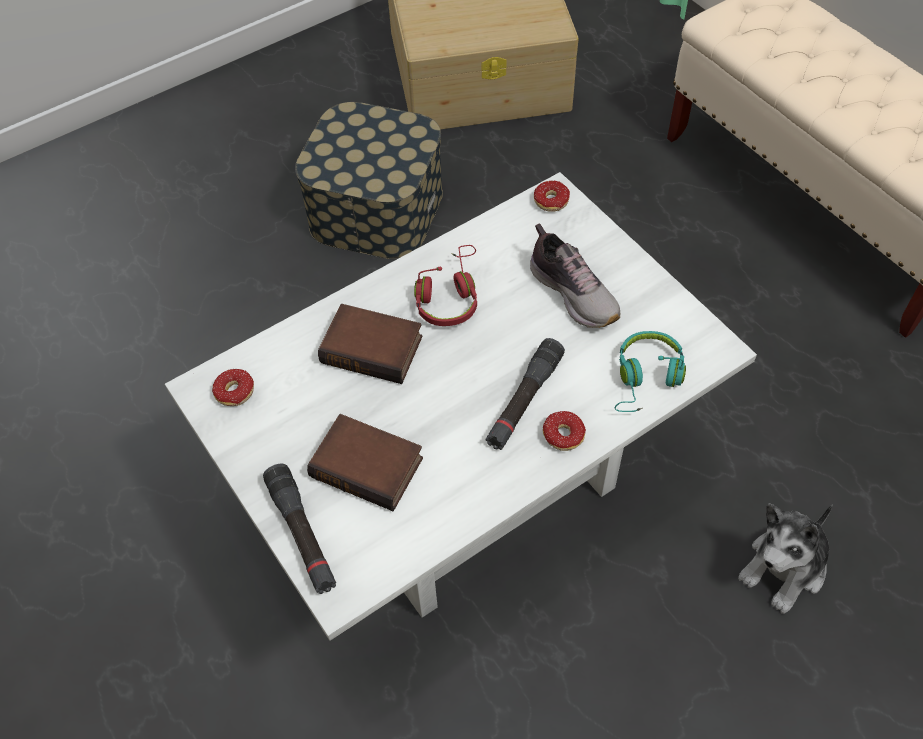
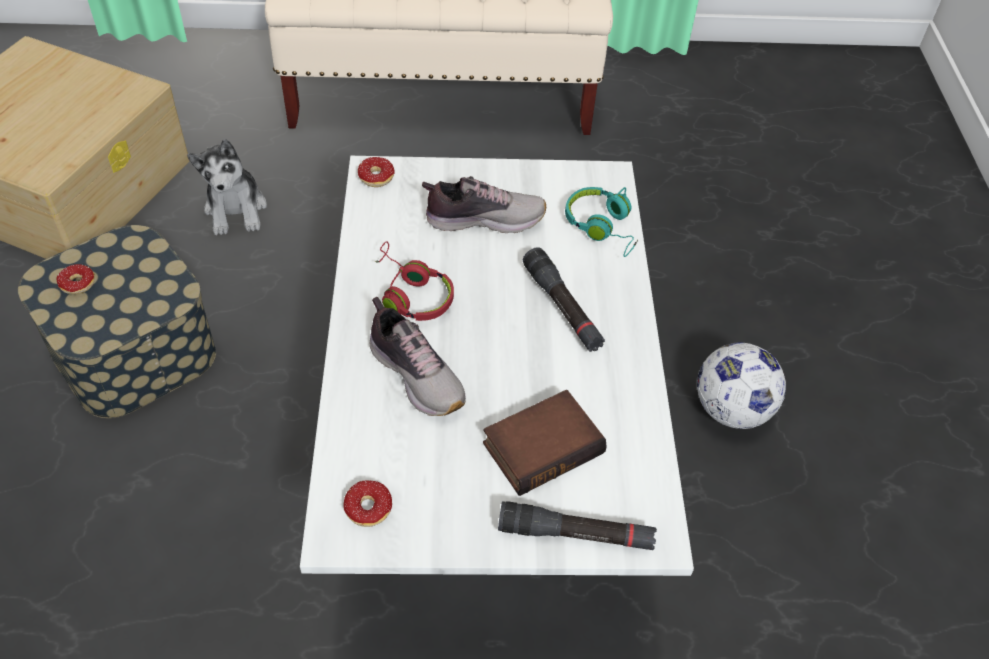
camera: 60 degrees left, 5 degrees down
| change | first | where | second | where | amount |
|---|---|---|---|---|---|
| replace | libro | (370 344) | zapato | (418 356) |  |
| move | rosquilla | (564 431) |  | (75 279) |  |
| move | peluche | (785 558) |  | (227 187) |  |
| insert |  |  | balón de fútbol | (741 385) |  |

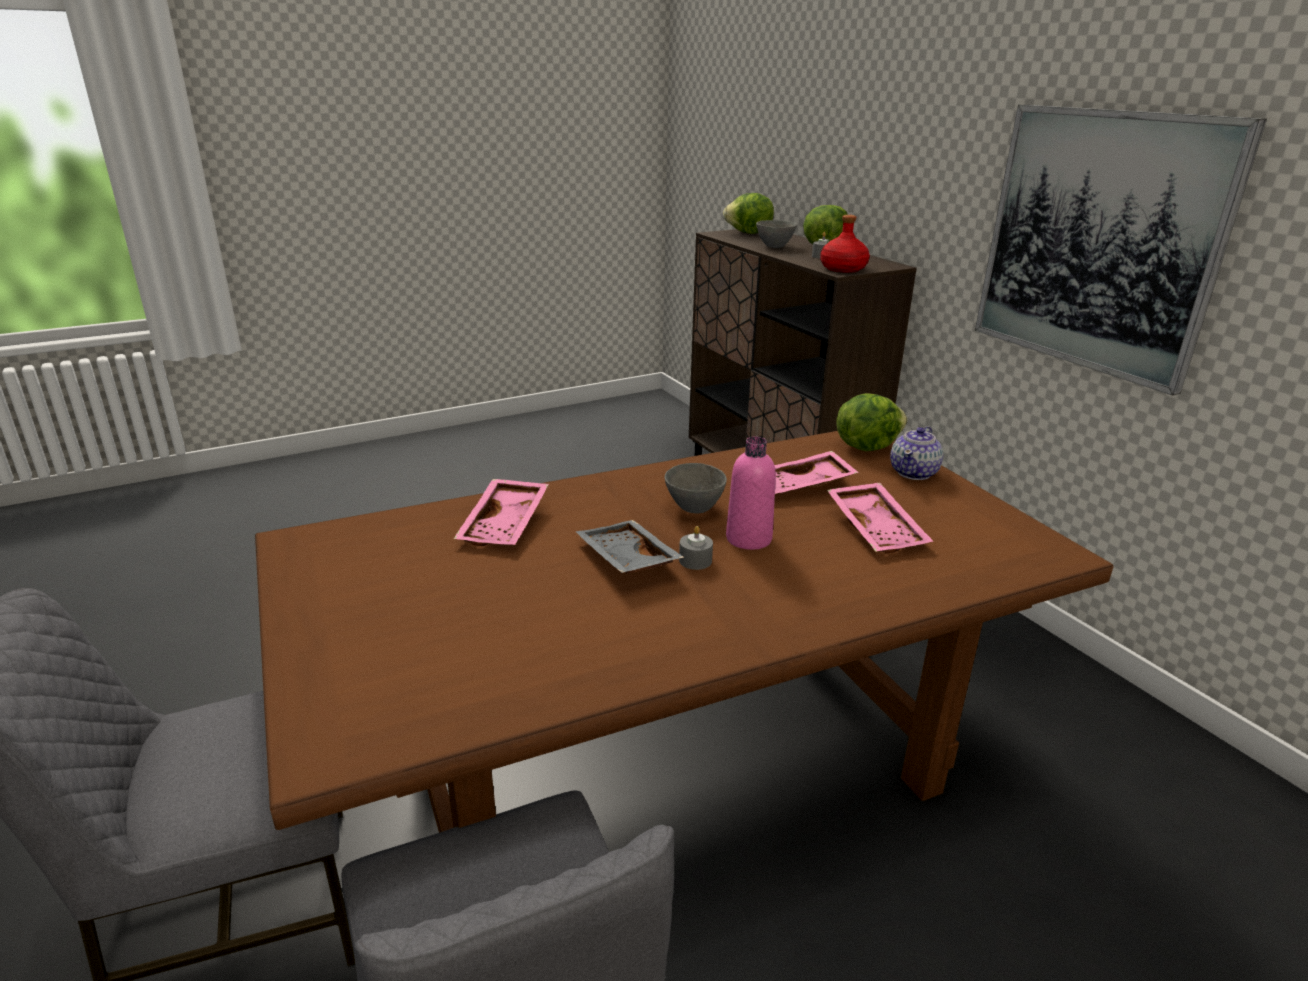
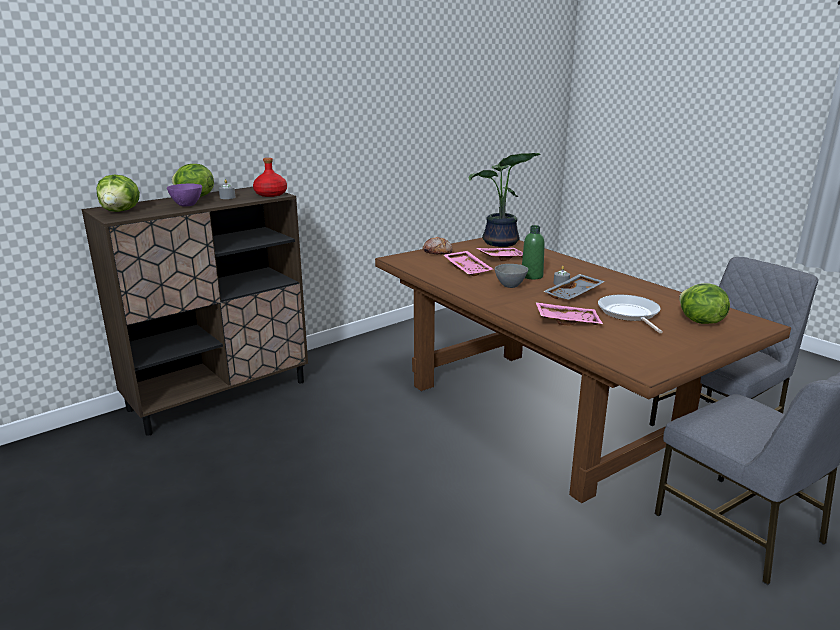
camera: 100 degrees left, 5 degrees down
| change | first | where | second | where | amount |
|---|---|---|---|---|---|
| recolor | botella/rosa | (751 493) | botella/verde | (533 252) |  |
| recolor | cuenco/gris | (776 234) | cuenco/morado | (184 195) |  |
| move | lechuga | (872 422) |  | (704 303) |  |
| replace | tetera | (917 453) | pan | (437 245) |  |
| delete | cuadro | (1121 250) |  |  |  |
| insert |  |  | planta en maceta | (504 200) |  |
| insert |  |  | sartén | (630 314) |  |

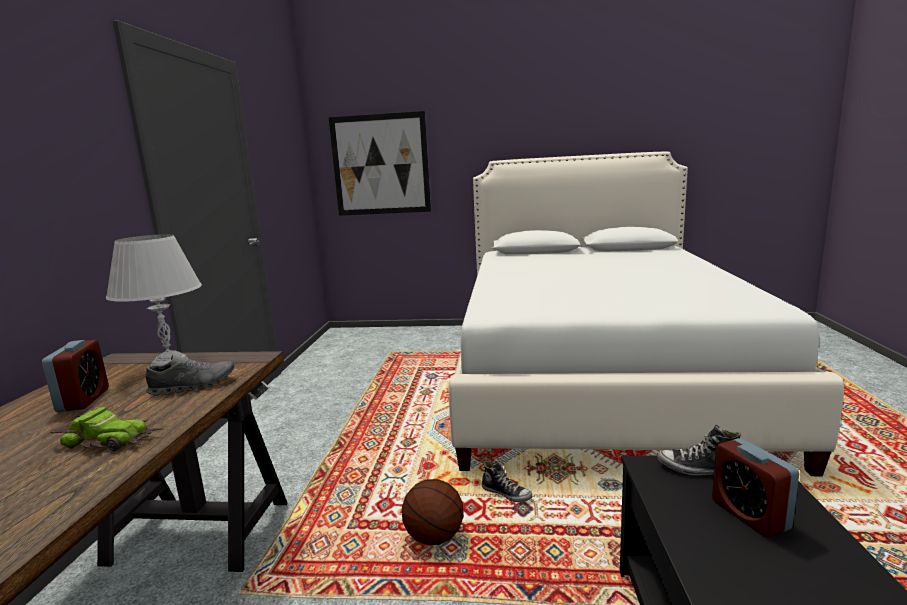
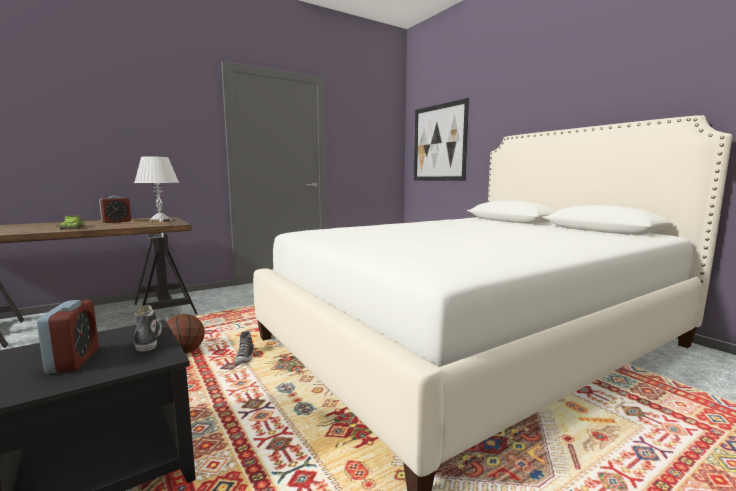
camera: 50 degrees right, 5 degrees down
| change | first | where | second | where | amount |
|---|---|---|---|---|---|
| delete | zapato/gris | (190 375) |  |  |  |
| rotate | despertador | (755 488) |  | (68 337) | 135 degrees clockwise |

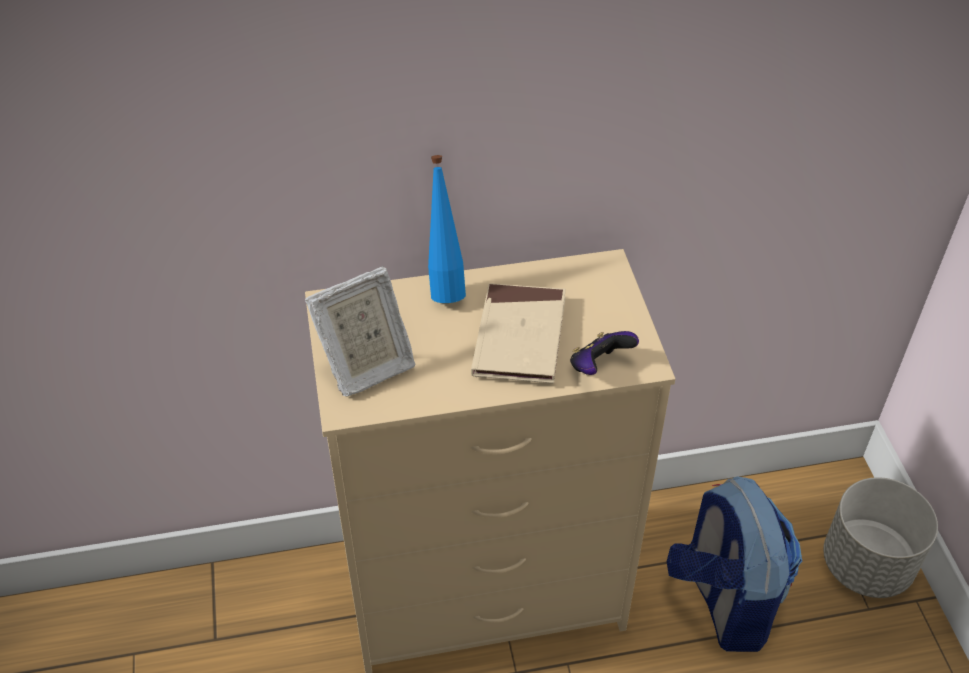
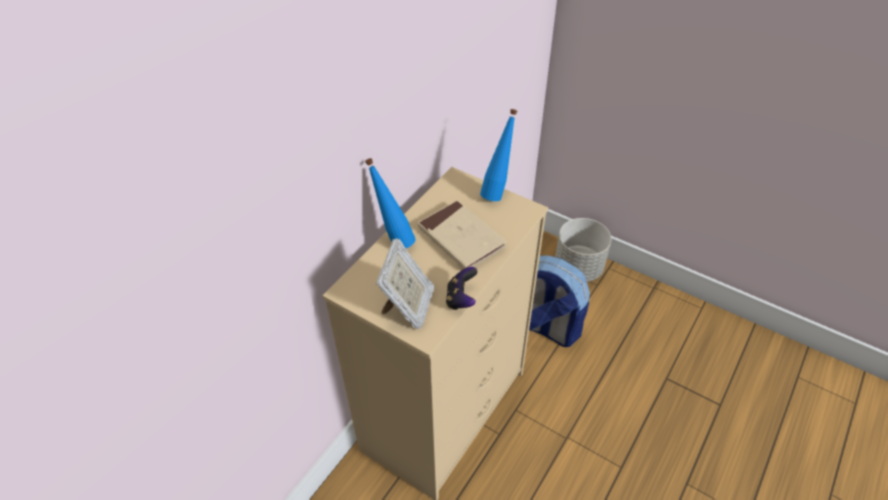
camera: 45 degrees left, 0 degrees up
| change | first | where | second | where | amount |
|---|---|---|---|---|---|
| move | mando de consola | (604 353) |  | (462 288) |  |
| insert |  |  | botella/azul | (498 155) |  |

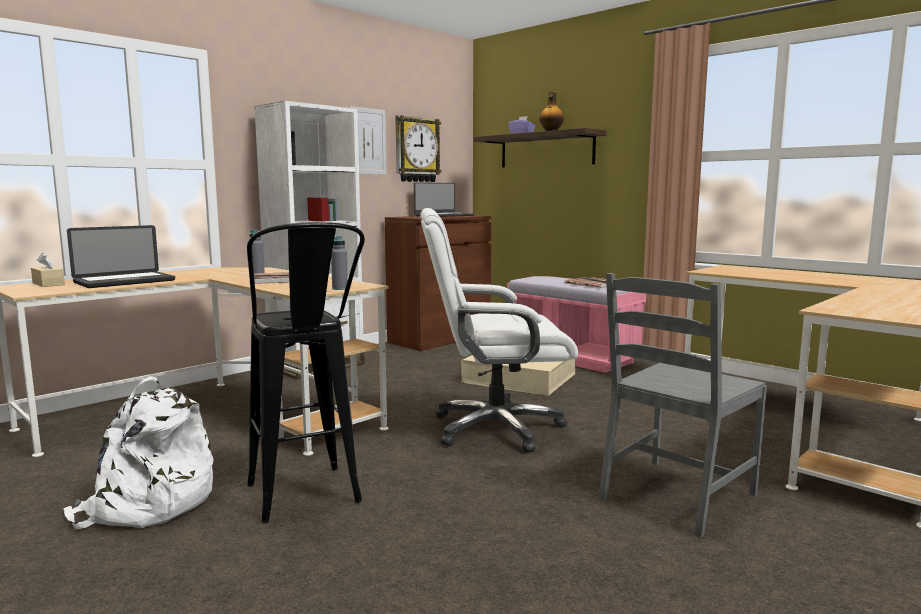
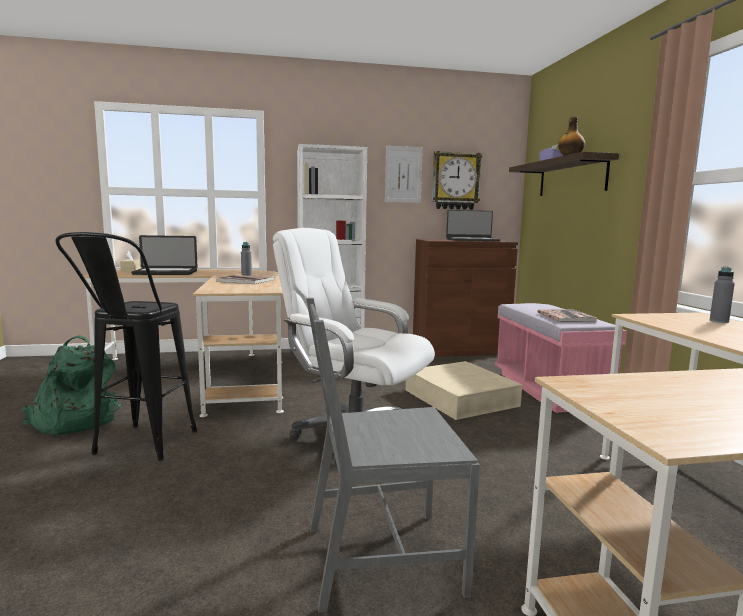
camera: 35 degrees right, 0 degrees up
| change | first | where | second | where | amount |
|---|---|---|---|---|---|
| recolor | mochila/blanco | (138 452) | mochila/verde | (71 385) |  |
| move | botella/gris | (339 263) |  | (722 294) |  |

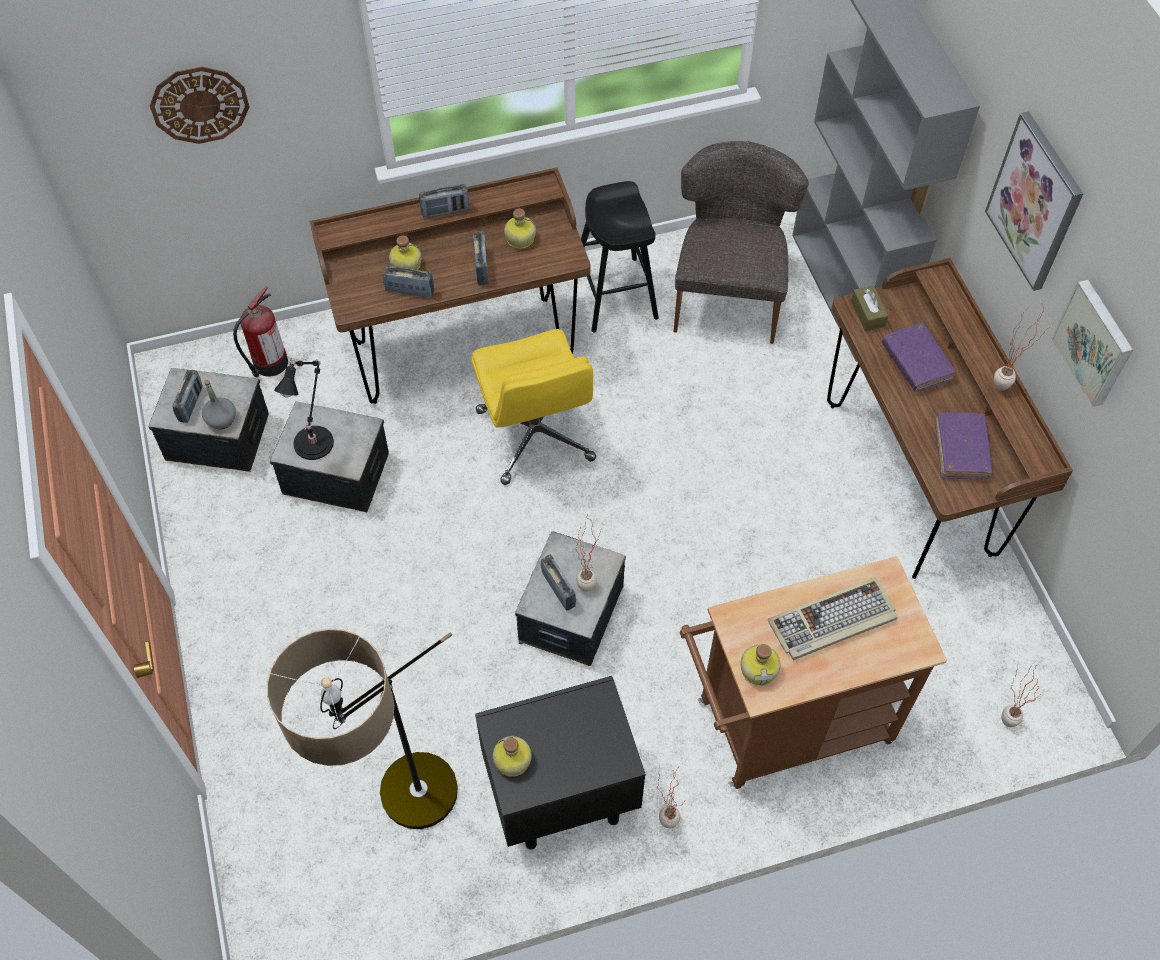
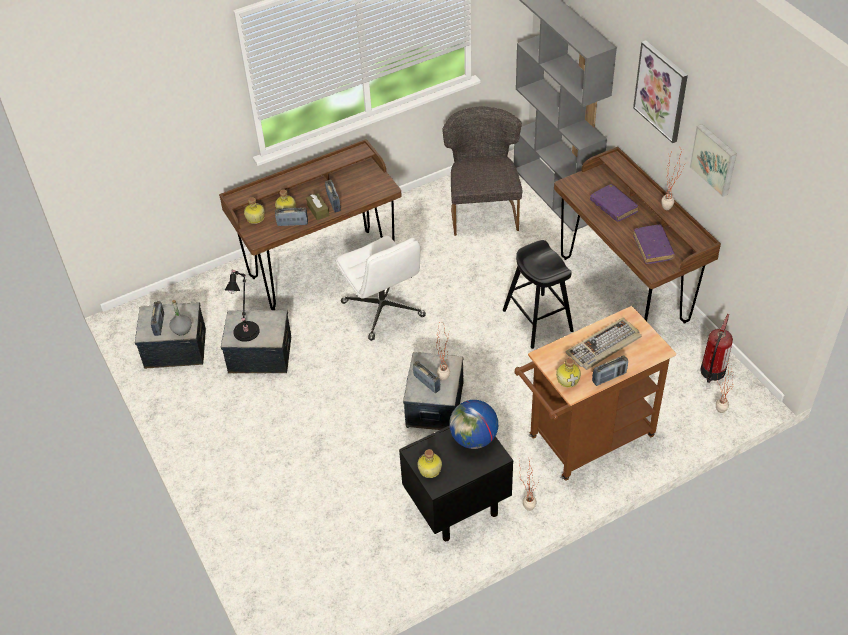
camera: 10 degrees left, 10 degrees down
| change | first | where | second | where | amount |
|---|---|---|---|---|---|
| delete | reloj de pared | (200 105) |  |  |  |
| move | extintor | (260 331) |  | (716 348) |  |
| delete | lámpara de pie | (362 729) |  |  |  |
| move | radio | (444 201) |  | (610 370) |  |
| recolor | silla de oficina/amarillo | (533 407) | silla de oficina/blanco | (381 288) |  |
| move | botella | (520 229) |  | (254 210) |  |
| move | taburete/negro | (620 257) |  | (538 294) |  |
| move | caja de pañuelos/marrón | (870 308) |  | (317 207) |  |
| insert |  |  | globo terráqueo | (473 424) |  |

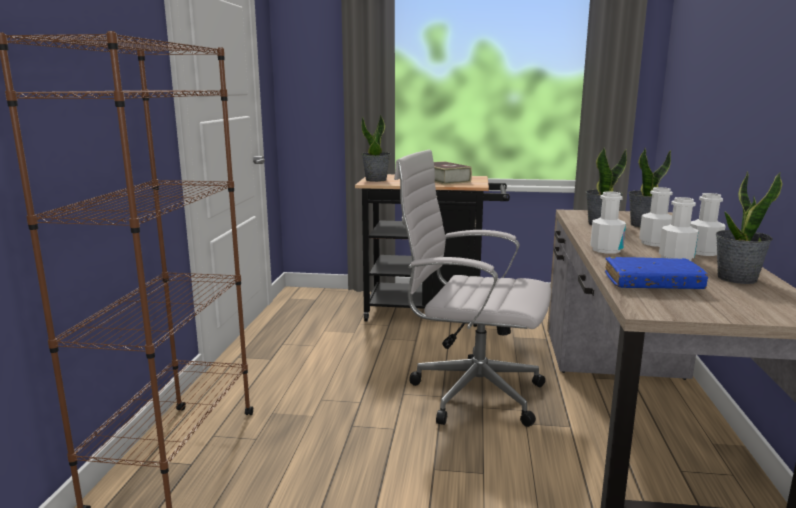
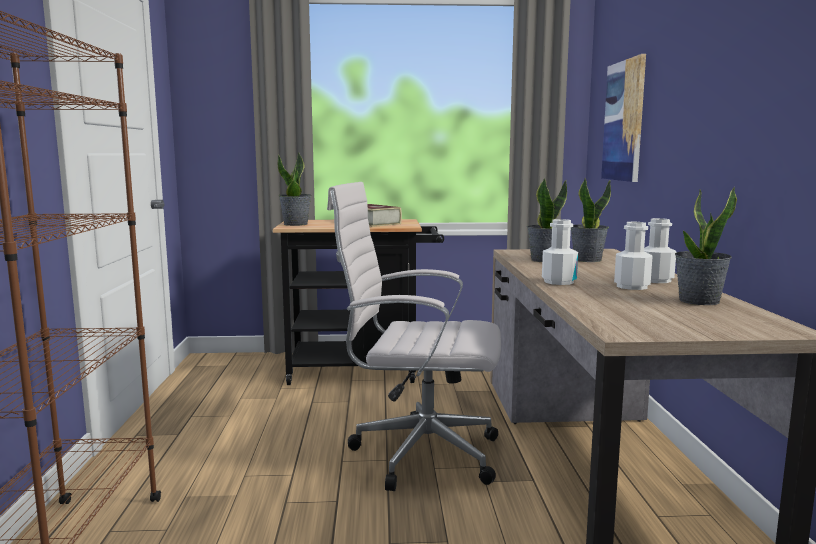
camera: 10 degrees left, 5 degrees down
| change | first | where | second | where | amount |
|---|---|---|---|---|---|
| delete | libro/azul | (657 273) |  |  |  |
| delete | botella/blanco | (656 217) |  |  |  |
| insert |  |  | cuadro | (623 118) |  |

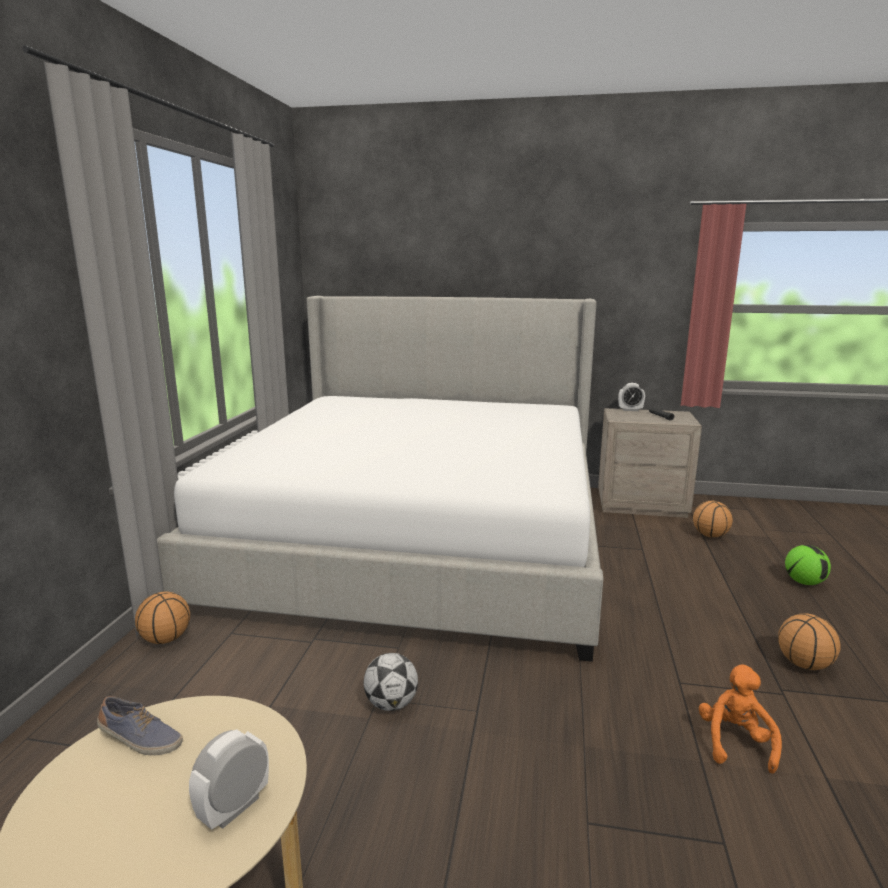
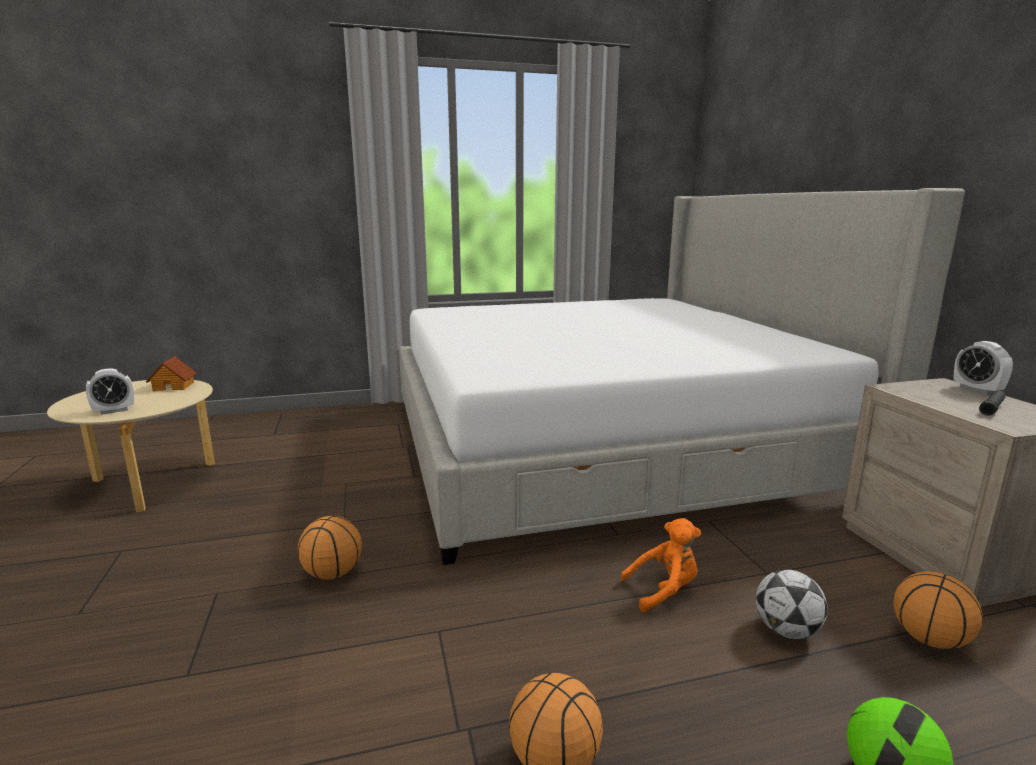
camera: 65 degrees right, 0 degrees up
| change | first | where | second | where | amount |
|---|---|---|---|---|---|
| replace | zapato | (140 725) | casita | (171 373) |  |
| move | balón de baloncesto | (162 617) |  | (330 548) |  |
| rotate | despertador | (229 779) |  | (110 391) | 135 degrees clockwise |
| move | balón de fútbol | (391 682) |  | (792 604) |  |
| move | peluche/naranja | (740 719) |  | (660 565) |  |

